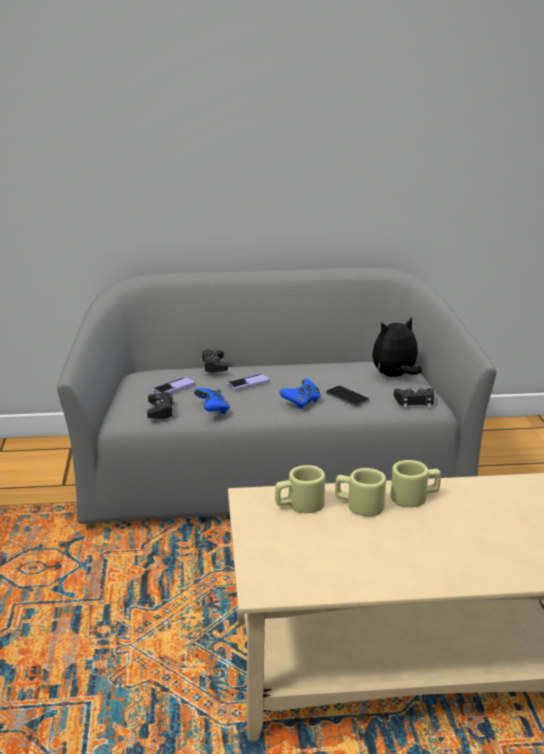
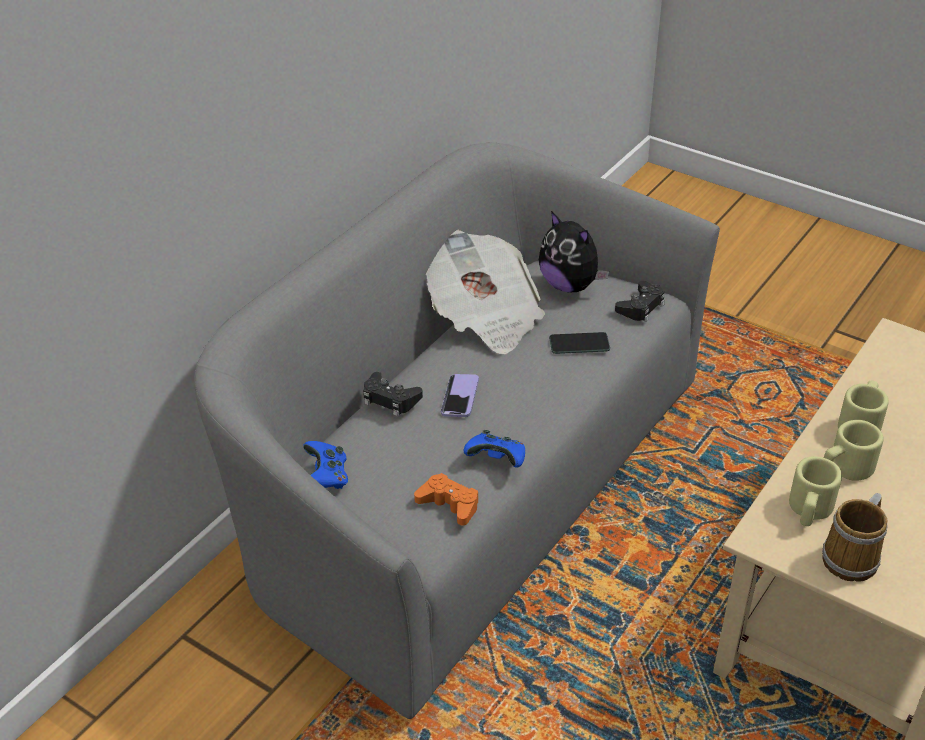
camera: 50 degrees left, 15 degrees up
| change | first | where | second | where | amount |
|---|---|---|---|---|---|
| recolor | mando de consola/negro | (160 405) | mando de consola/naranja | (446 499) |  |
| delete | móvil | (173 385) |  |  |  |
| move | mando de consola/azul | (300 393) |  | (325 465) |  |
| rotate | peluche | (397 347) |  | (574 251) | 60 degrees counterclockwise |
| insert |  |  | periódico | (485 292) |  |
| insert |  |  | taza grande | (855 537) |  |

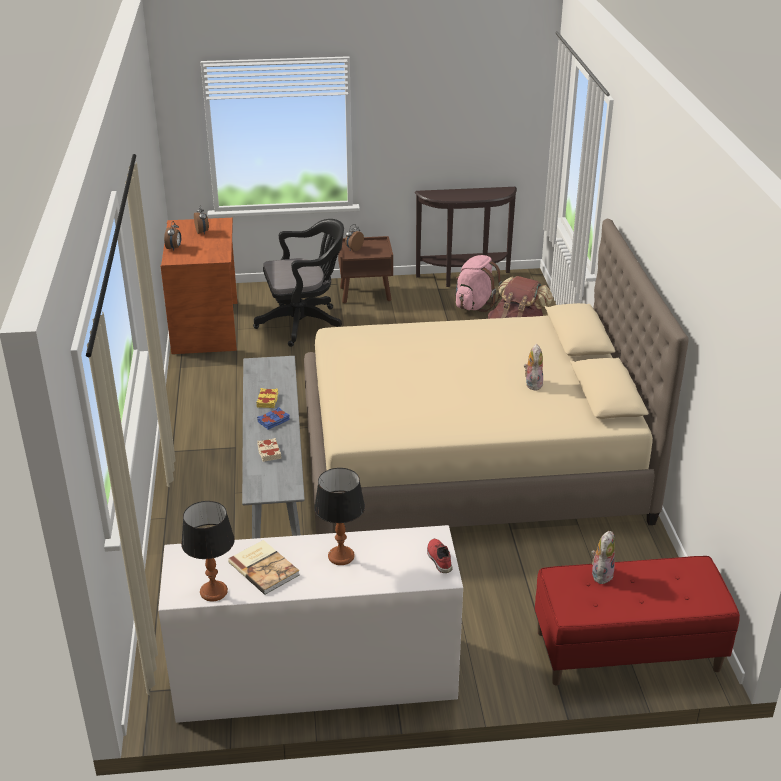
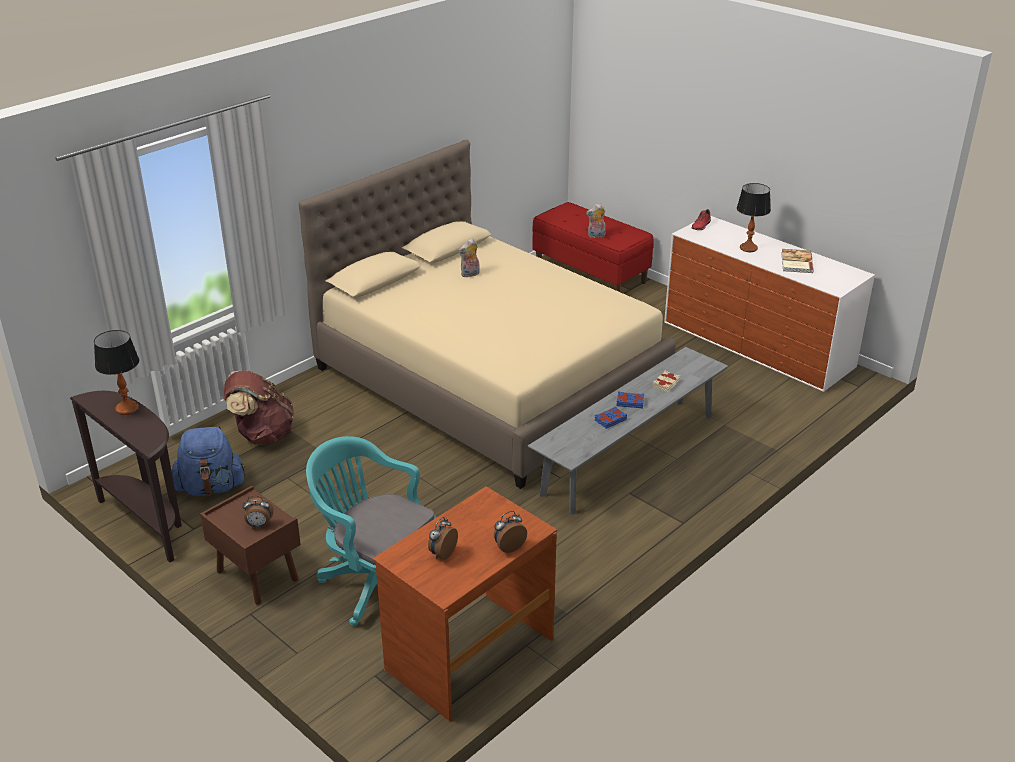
camera: 130 degrees left, 0 degrees up
| change | first | where | second | where | amount |
|---|---|---|---|---|---|
| move | lámpara de mesa | (208 551) |  | (116 372) |  |
| recolor | silla de oficina/negro | (298 283) | silla de oficina/turquesa | (371 531) |  |
| recolor | libro/amarillo | (267 398) | libro/azul | (611 417) |  |
| recolor | mochila/rosa | (478 283) | mochila/azul | (209 461) |  |

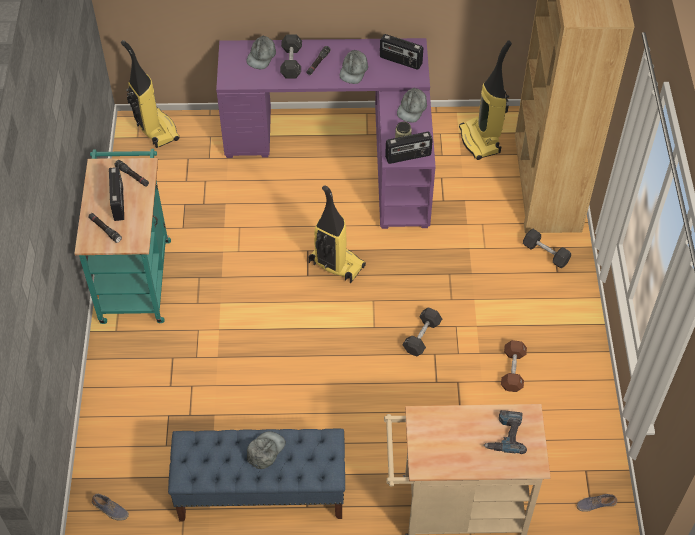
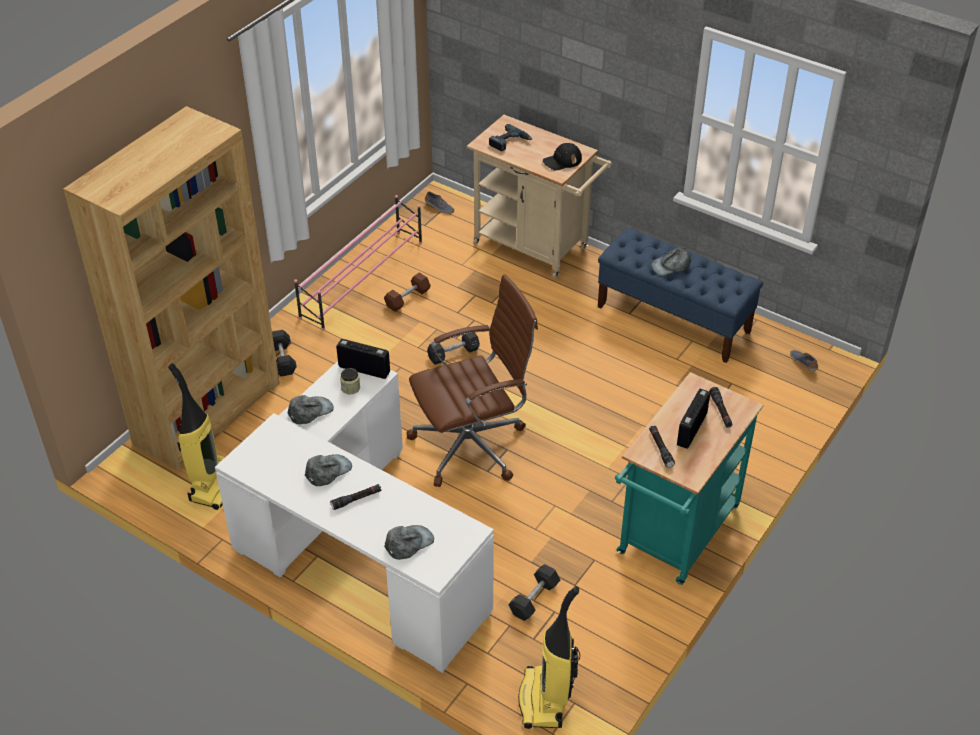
camera: 145 degrees left, 10 degrees down
| change | first | where | second | where | amount |
|---|---|---|---|---|---|
| recolor | escritorio/morado | (326 133) | escritorio/blanco | (354 517) |  |
| move | mancuerna/negro | (291 56) |  | (534 592) |  |
| replace | aspiradora | (337 234) | silla de oficina/marrón | (472 380) |  |
| delete | radio | (401 52) |  |  |  |
| insert |  |  | zapatero/rosa | (358 262) |  |
| insert |  |  | gorra/negro | (562 157) |  |

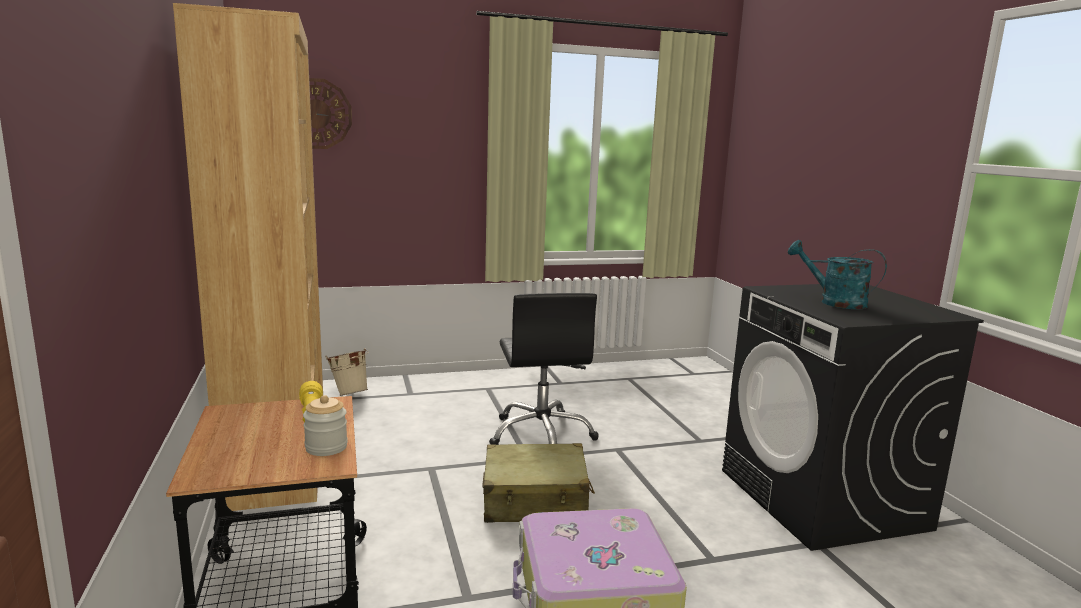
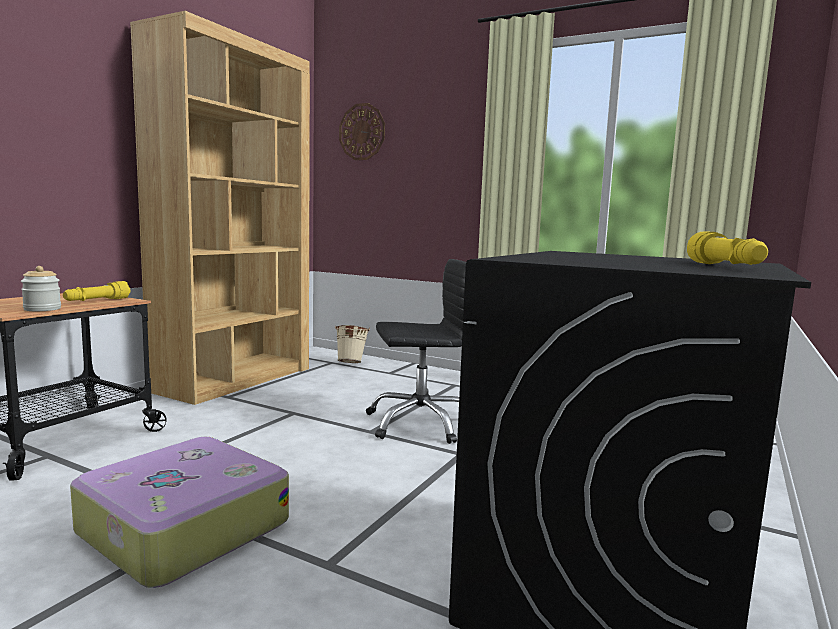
camera: 45 degrees right, 5 degrees down
| change | first | where | second | where | amount |
|---|---|---|---|---|---|
| delete | maleta/beis | (538 483) |  |  |  |
| rotate | silla de oficina/negro | (543 369) |  | (416 351) | 135 degrees counterclockwise |
| delete | regadera/turquesa | (837 274) |  |  |  |
| insert |  |  | linterna/amarillo | (727 248) |  |

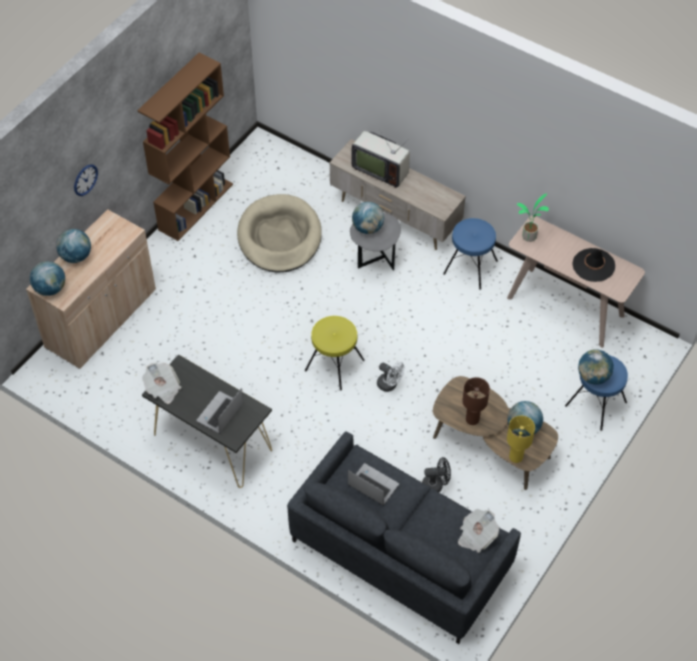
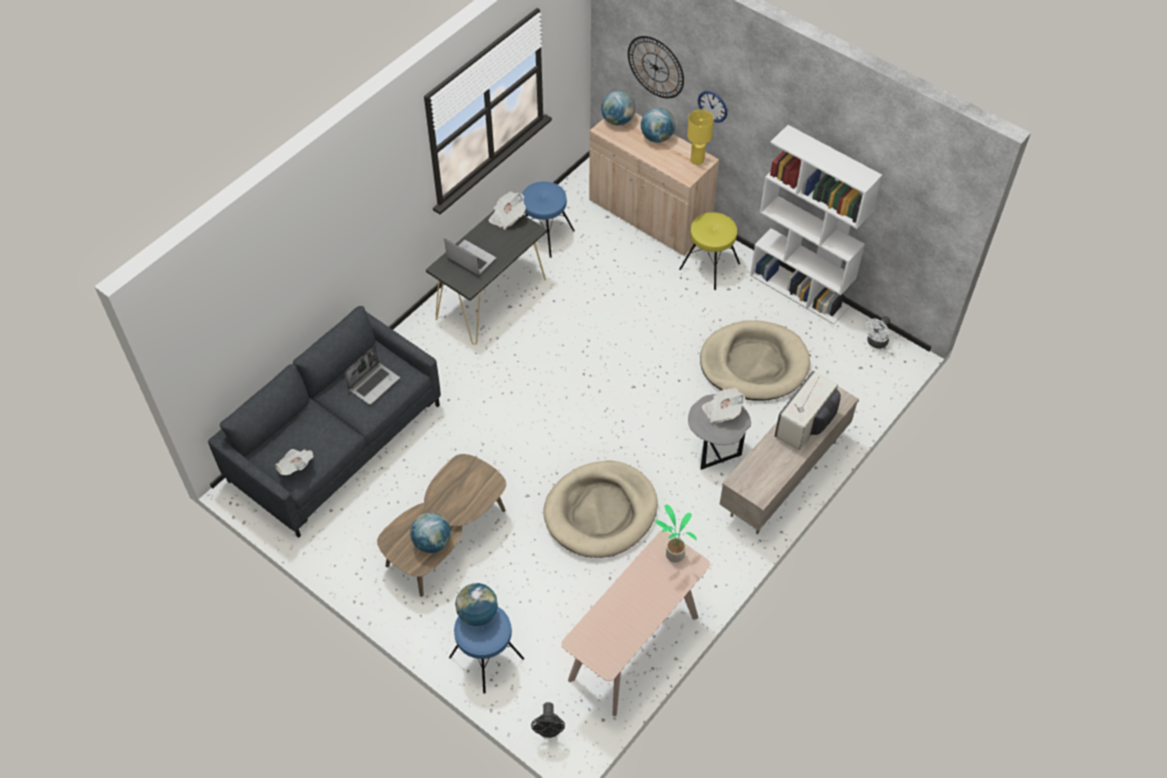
camera: 95 degrees right, 0 degrees up
| change | first | where | second | where | amount |
|---|---|---|---|---|---|
| recolor | estantería/marrón | (185 147) | estantería/blanco | (816 225) |  |
| move | taburete/amarillo | (335 353) |  | (709 251) |  |
| replace | globo terráqueo | (368 218) | periódico | (724 405) |  |
| move | ventilador/blanco | (391 377) |  | (877 332) |  |
| move | ventilador/negro | (436 474) |  | (548 720) |  |
| move | taburete/azul | (470 254) |  | (548 219) |  |
| delete | lámpara de mesa/marrón | (476 401) |  |  |  |
| move | lámpara de mesa/amarillo | (521 439) |  | (700 137) |  |
| delete | sombrero/negro | (594 265) |  |  |  |
| insert |  |  | cama para perro/beis | (600 509) |  |
| insert |  |  | reloj de pared | (656 67) |  |

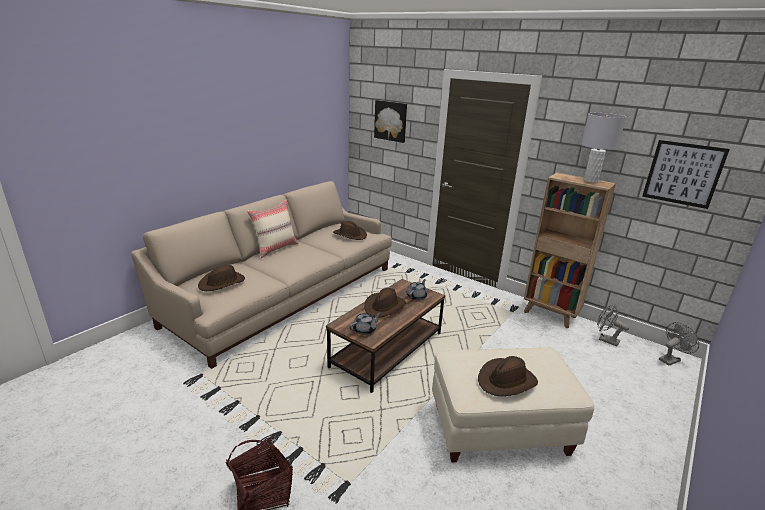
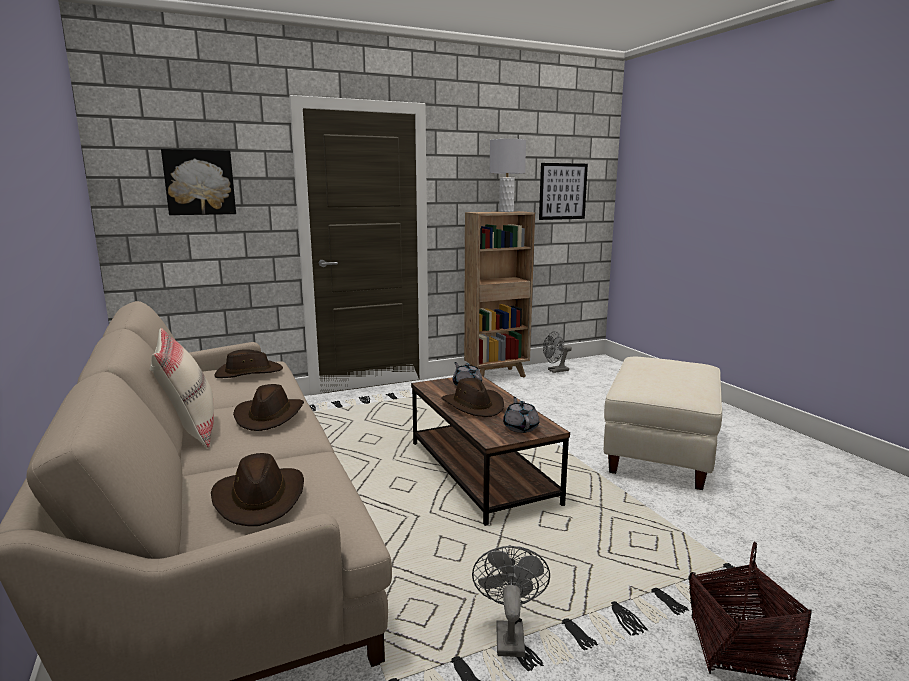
camera: 60 degrees left, 10 degrees down
| change | first | where | second | where | amount |
|---|---|---|---|---|---|
| move | sombrero/marrón | (508 376) |  | (268 407) |  |
| move | ventilador/gris | (679 344) |  | (511 601) |  |

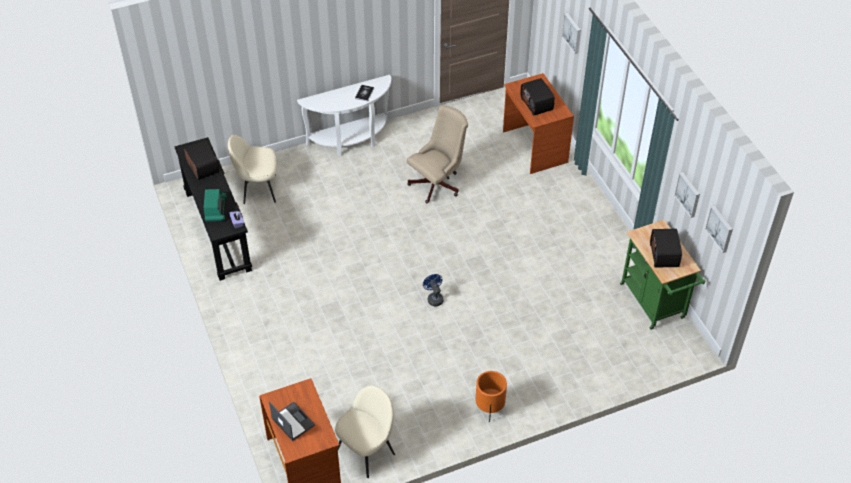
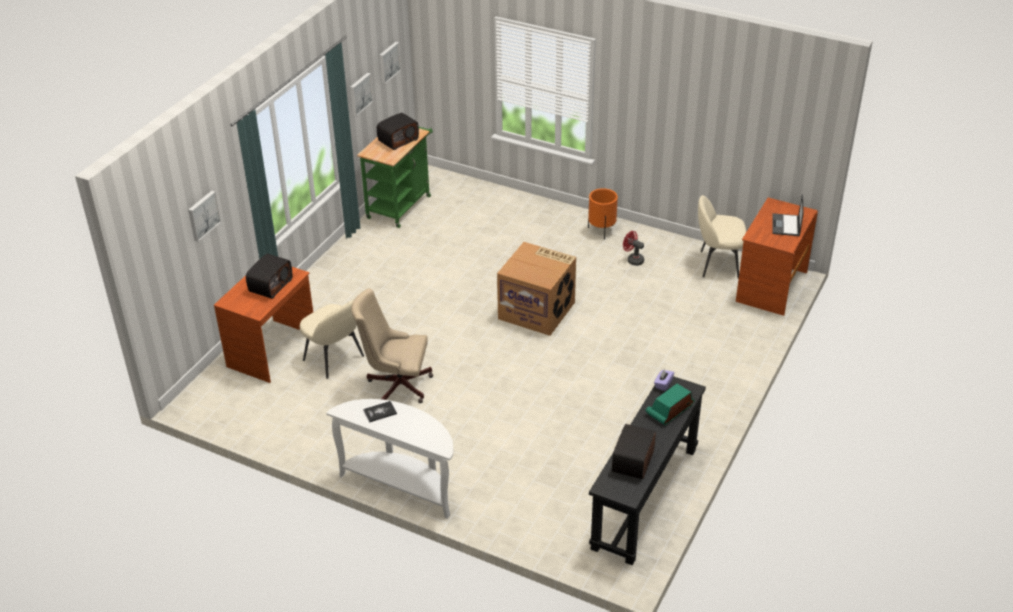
camera: 130 degrees left, 10 degrees down
| change | first | where | second | where | amount |
|---|---|---|---|---|---|
| move | silla/beis | (252 169) |  | (332 339) |  |
| replace | ventilador/azul | (433 290) | caja de cartón | (536 289) |  |
| insert |  |  | ventilador/rojo | (633 248) |  |

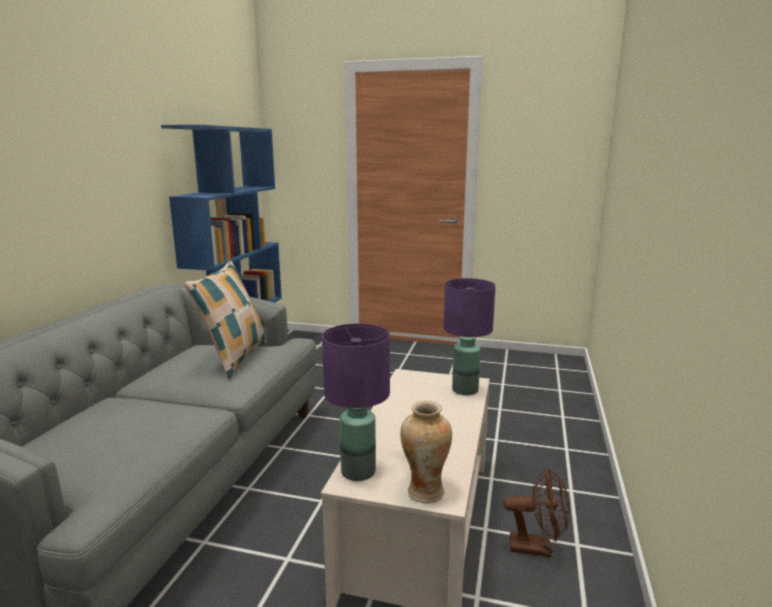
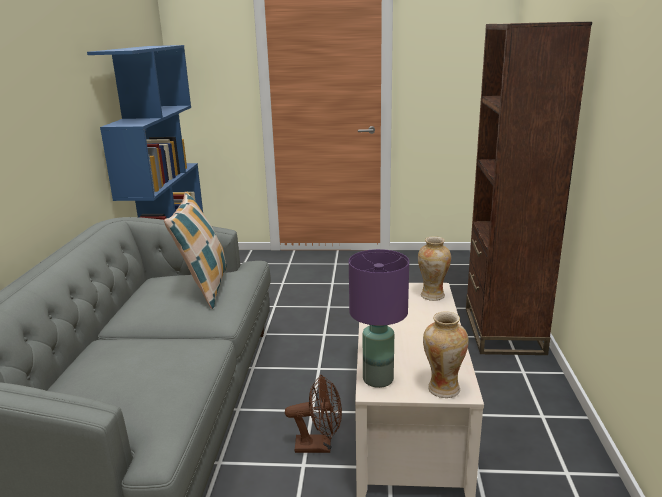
camera: 10 degrees left, 5 degrees up
| change | first | where | second | where | amount |
|---|---|---|---|---|---|
| replace | lámpara de mesa/morado | (470 336) | florero | (434 268) |  |
| move | ventilador/marrón | (536 512) |  | (313 414) |  |
| insert |  |  | estantería/marrón | (529 188) |  |

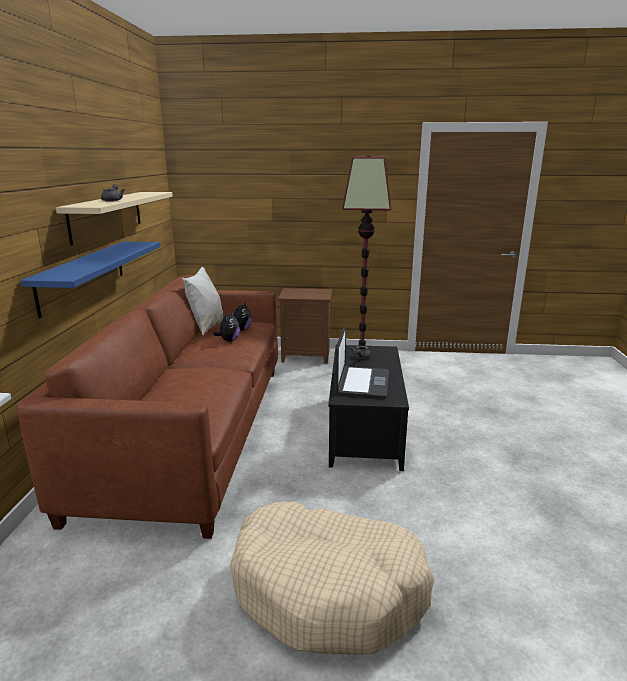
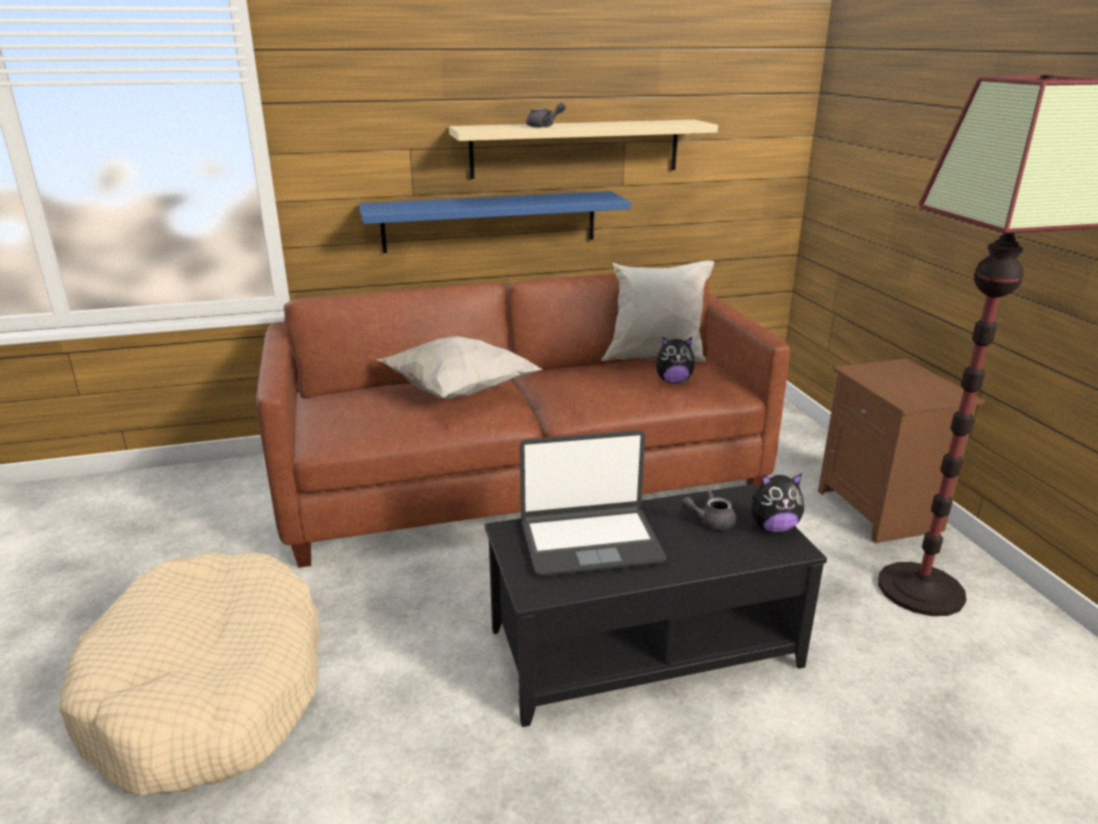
camera: 70 degrees right, 5 degrees up
| change | first | where | second | where | amount |
|---|---|---|---|---|---|
| move | peluche | (226 326) |  | (778 503) |  |
| insert |  |  | cojín/blanco | (459 367) |  |

